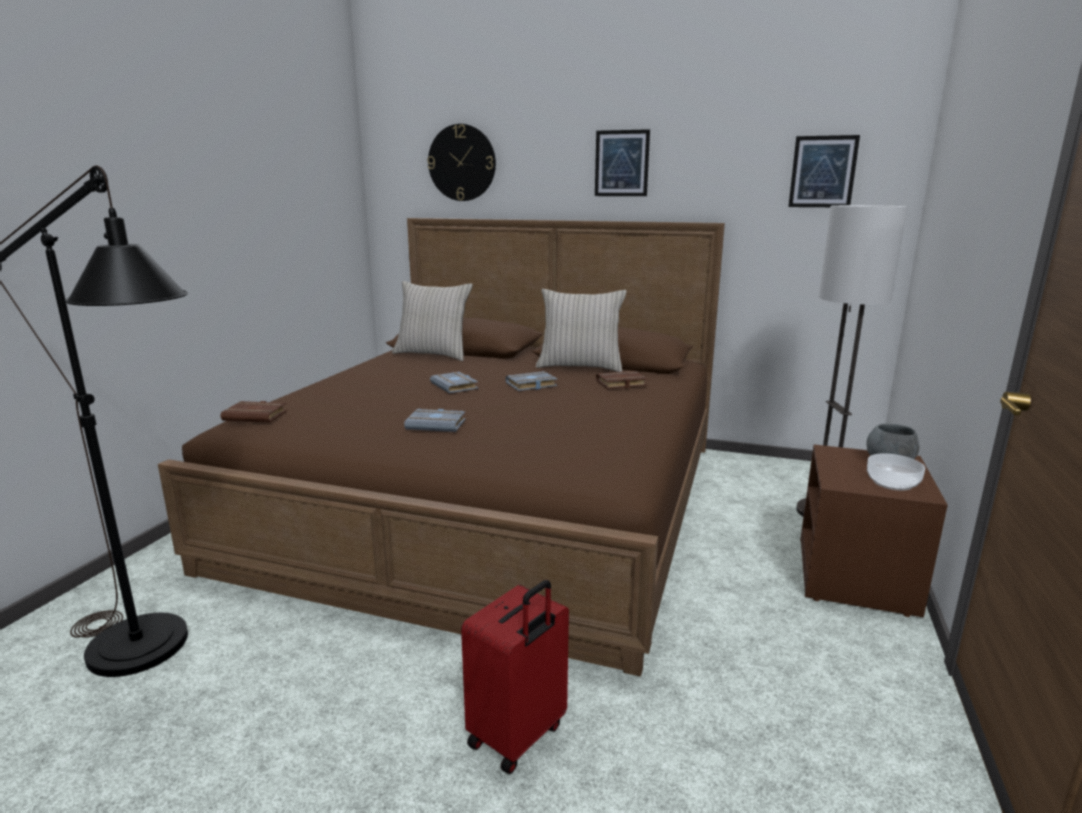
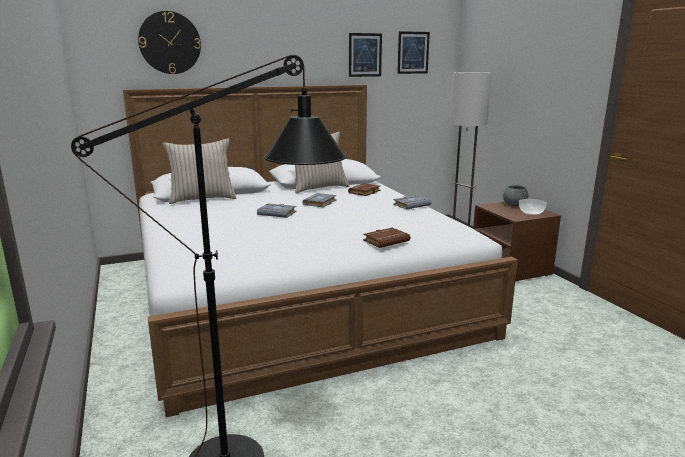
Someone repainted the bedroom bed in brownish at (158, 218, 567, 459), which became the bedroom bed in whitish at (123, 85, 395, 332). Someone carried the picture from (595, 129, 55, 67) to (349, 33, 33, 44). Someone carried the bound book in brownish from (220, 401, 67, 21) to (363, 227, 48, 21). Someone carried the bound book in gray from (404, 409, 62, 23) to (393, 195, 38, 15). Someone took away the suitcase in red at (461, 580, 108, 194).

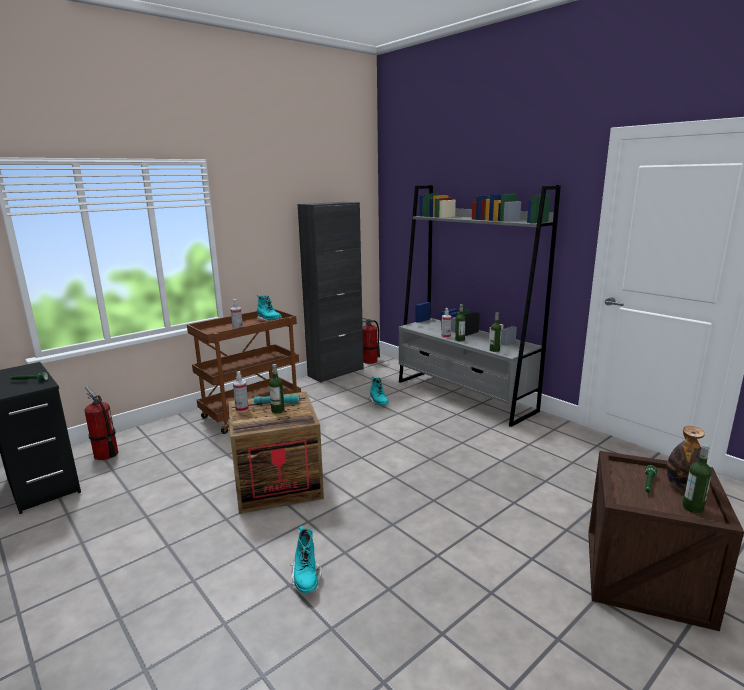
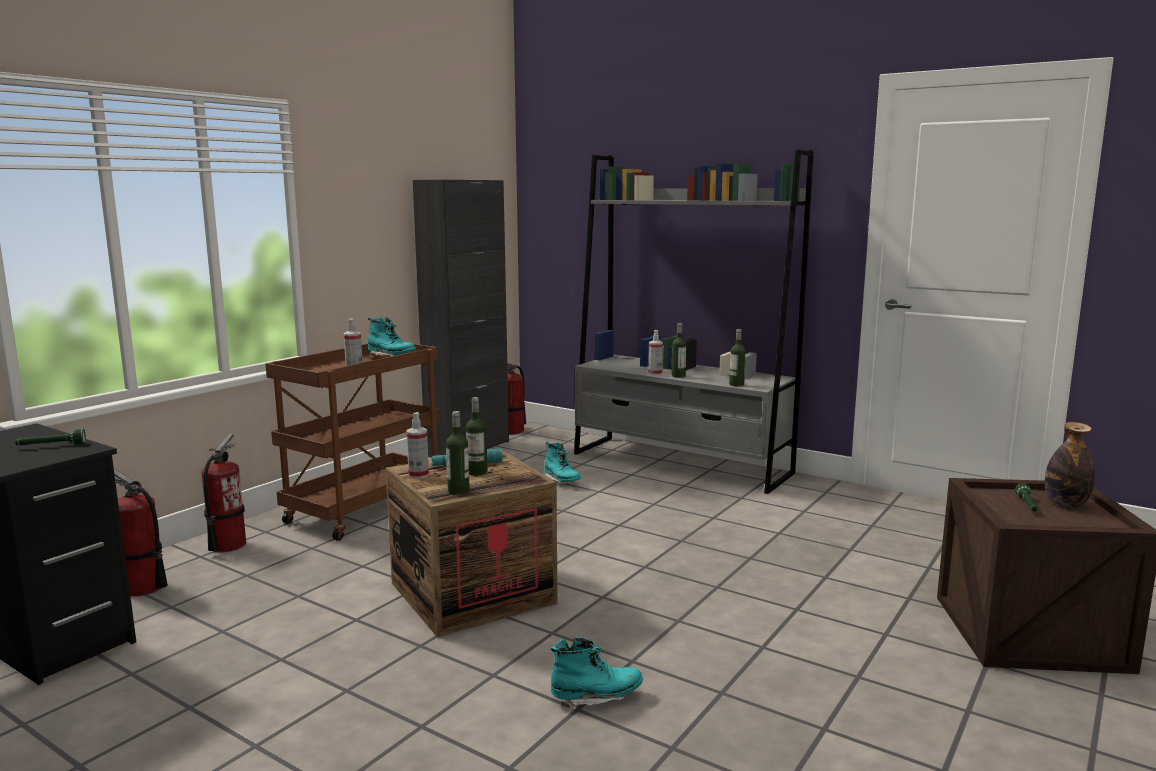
Someone put down the extinguisher at (201, 433, 45, 119). Someone carried the beverage bottle from (682, 444, 30, 69) to (446, 411, 24, 84). Someone rotated the high-top boot in blue-green at (290, 526, 32, 67) by 75 degrees counterclockwise.

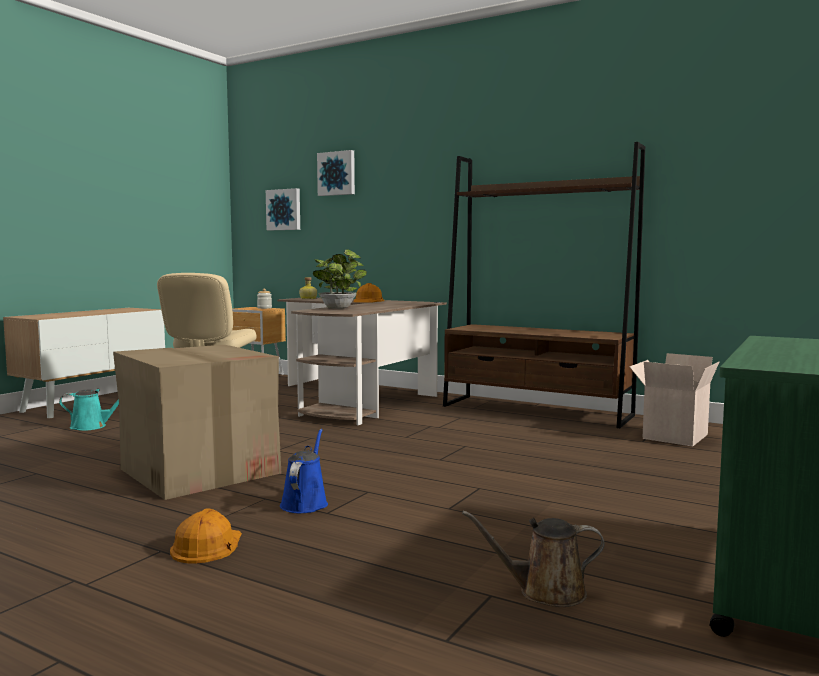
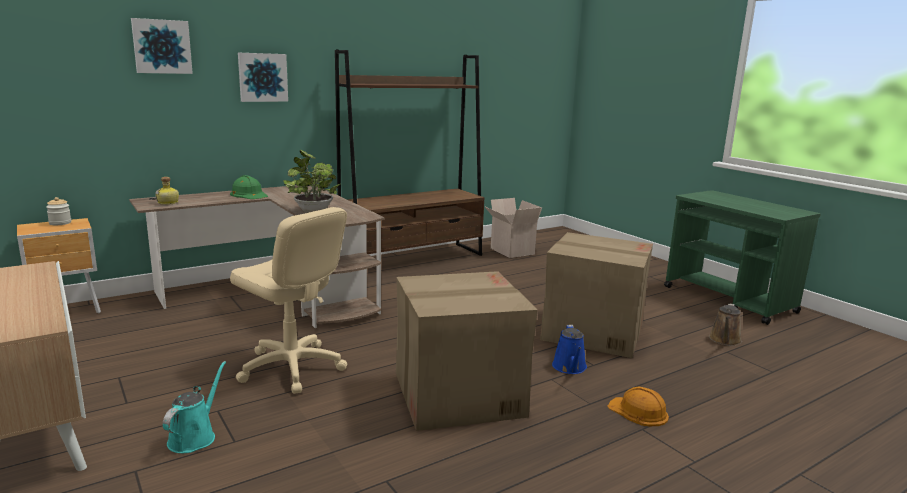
Someone repainted the safety helmet in orange-coloured at (353, 283, 31, 20), which became the safety helmet in green-coloured at (230, 175, 38, 24). Someone carried the picture from (266, 188, 34, 42) to (238, 53, 50, 49). Someone put down the cardboard box at (540, 232, 113, 126). Someone rotated the watering can in bluish at (280, 429, 48, 84) by 120 degrees counterclockwise.

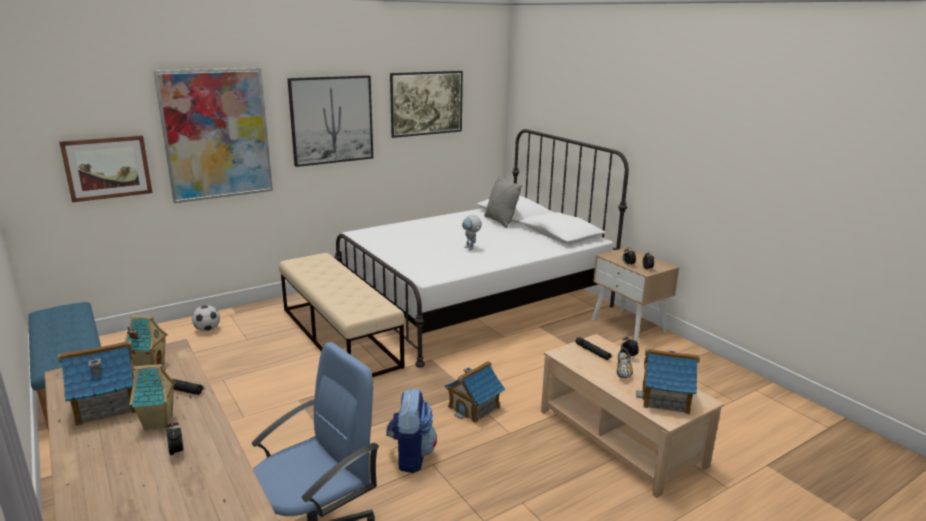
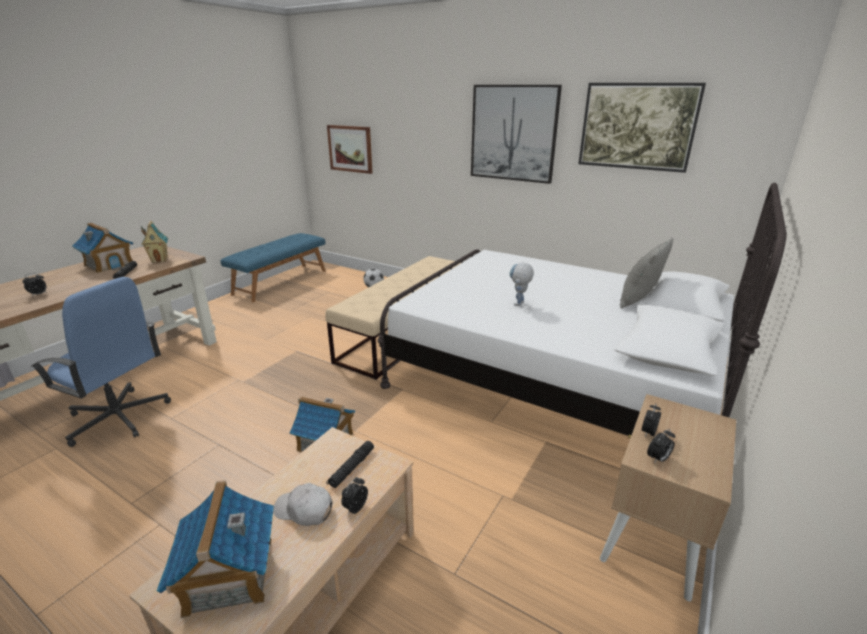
Someone swapped the shoe at (617, 348, 16, 30) for the cap in whitish at (273, 483, 59, 43). Someone took away the model house at (130, 362, 46, 68). Someone took away the picture at (153, 68, 120, 135). Someone took away the rucksack at (386, 389, 51, 84).

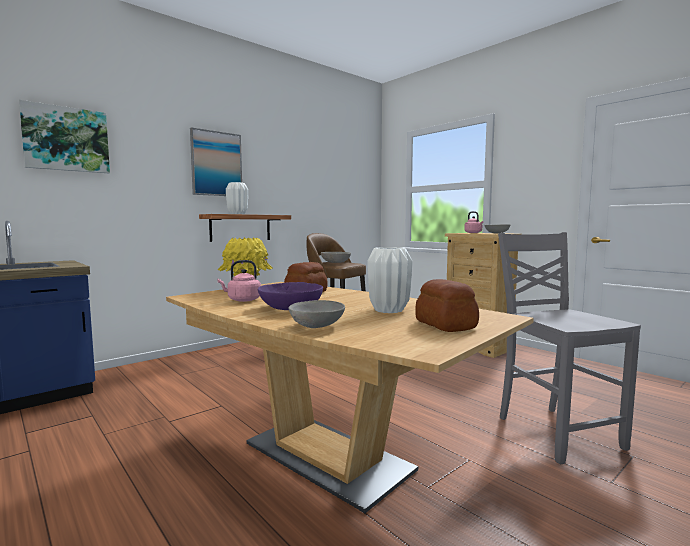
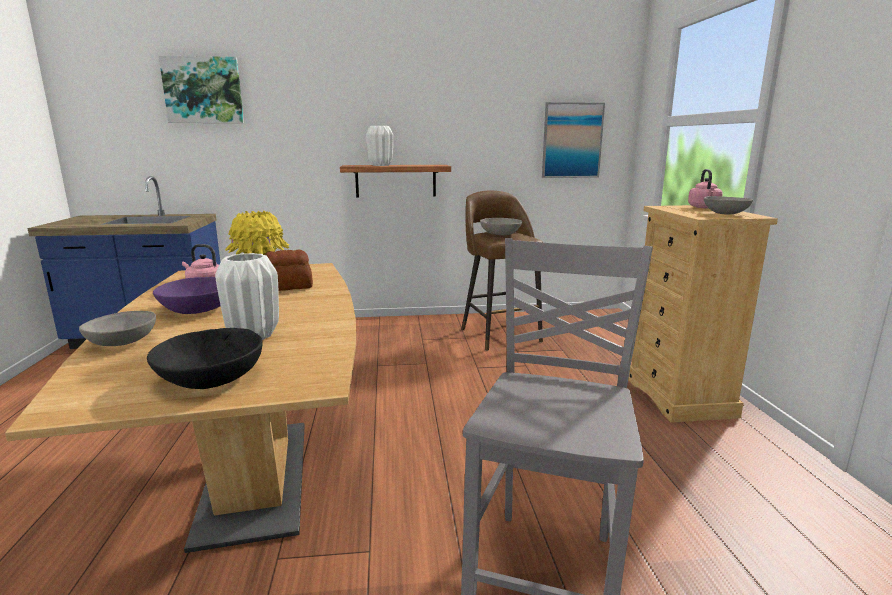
Someone swapped the baked bread at (415, 279, 64, 53) for the deep dish in blackish at (147, 328, 116, 61). Someone carried the picture from (190, 127, 52, 69) to (542, 102, 63, 76).

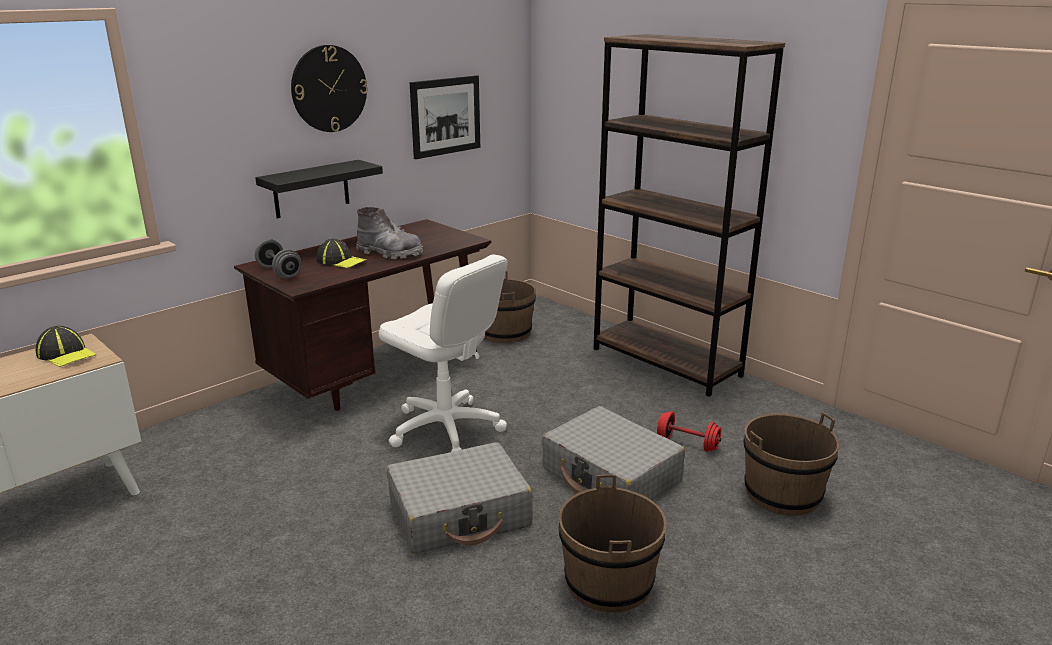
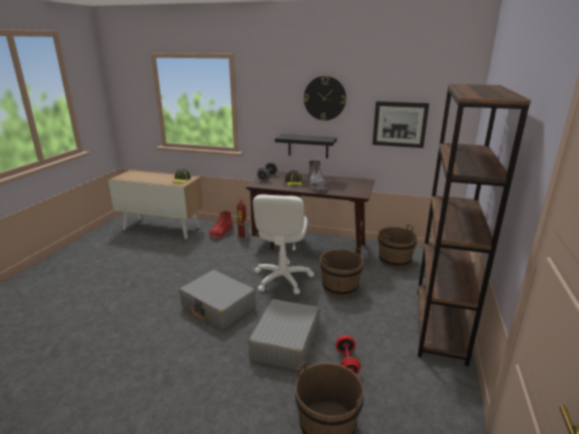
Someone put down the high-top boot in red at (209, 211, 24, 28). Someone put down the extinguisher at (237, 198, 12, 42). Someone carried the bucket in brownish from (559, 474, 108, 139) to (320, 247, 43, 50).

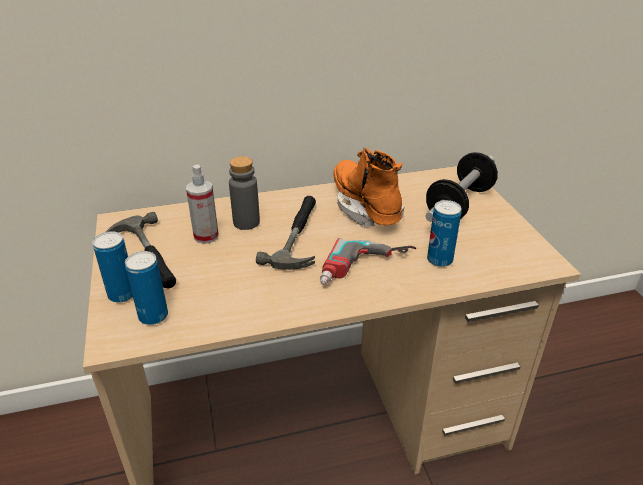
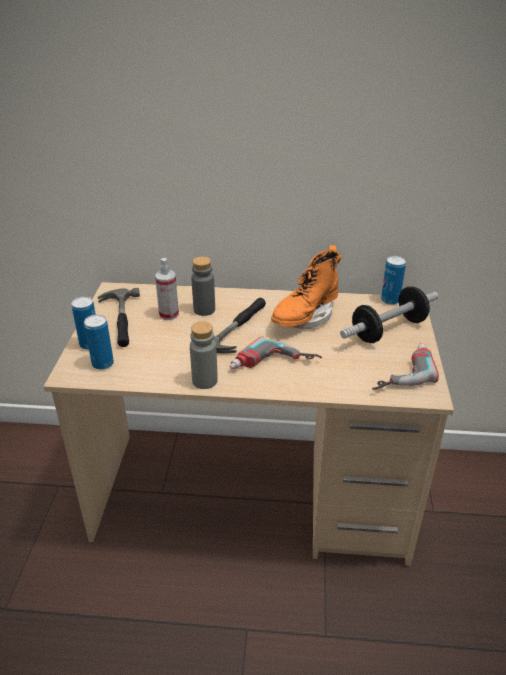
Someone put down the beverage bottle in gray at (190, 321, 28, 68). Someone rotated the high-top boot in orange-coloured at (333, 147, 71, 80) by 135 degrees counterclockwise. Someone put down the drill at (372, 343, 67, 47). Someone carried the can from (427, 200, 35, 67) to (381, 256, 25, 49).

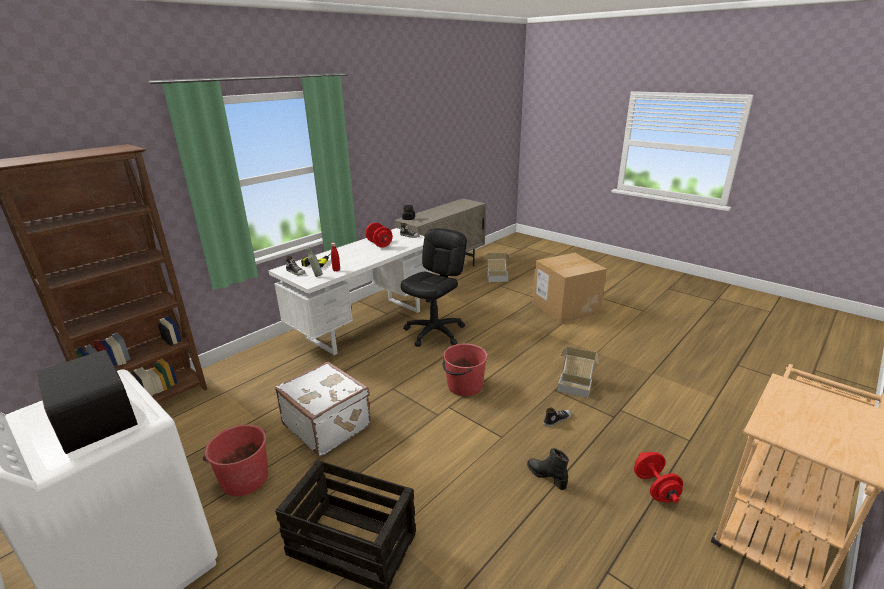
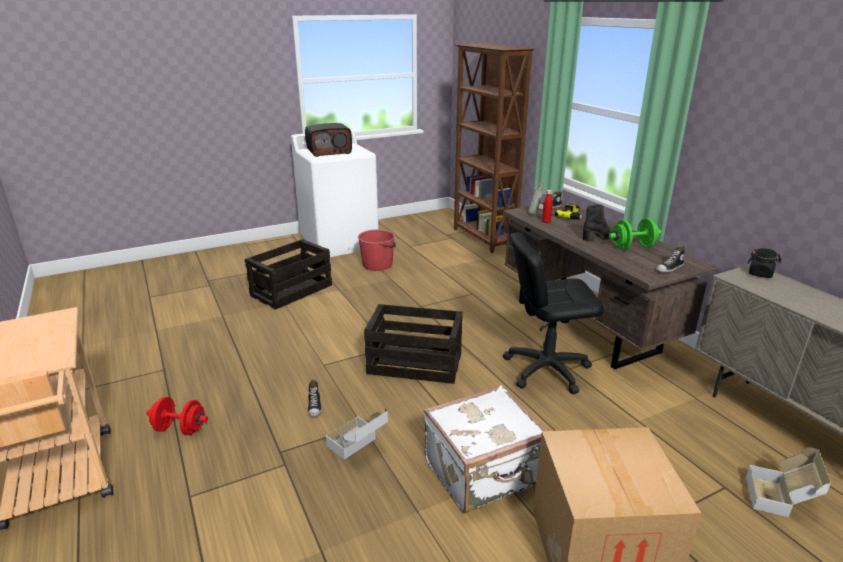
Someone swapped the bucket in red at (442, 343, 46, 53) for the packing crate at (364, 304, 99, 80). Someone carried the suitcase in whitish from (275, 361, 96, 95) to (424, 385, 123, 128). Someone repainted the desk in whitish at (268, 228, 166, 127), which became the desk in brownish at (503, 200, 214, 169). Someone rotated the desk chair in blackish at (401, 228, 66, 119) by 120 degrees clockwise. Someone carried the high-top boot in blackish from (527, 448, 42, 42) to (583, 205, 31, 36). Someone repainted the hand weight in red at (365, 222, 28, 26), which became the hand weight in green-coloured at (609, 218, 52, 32).

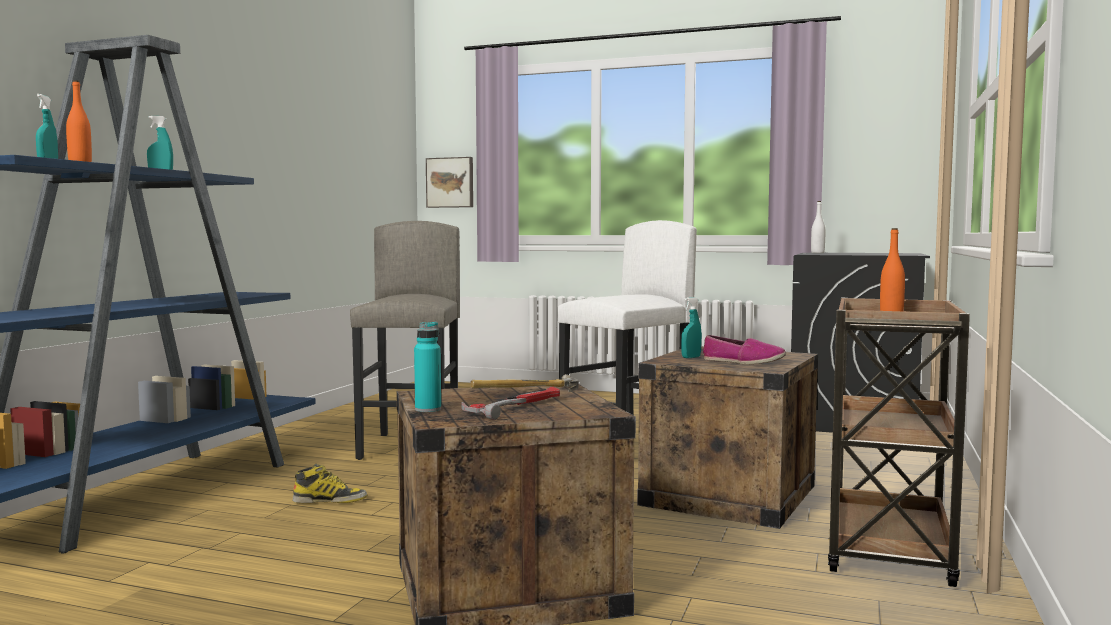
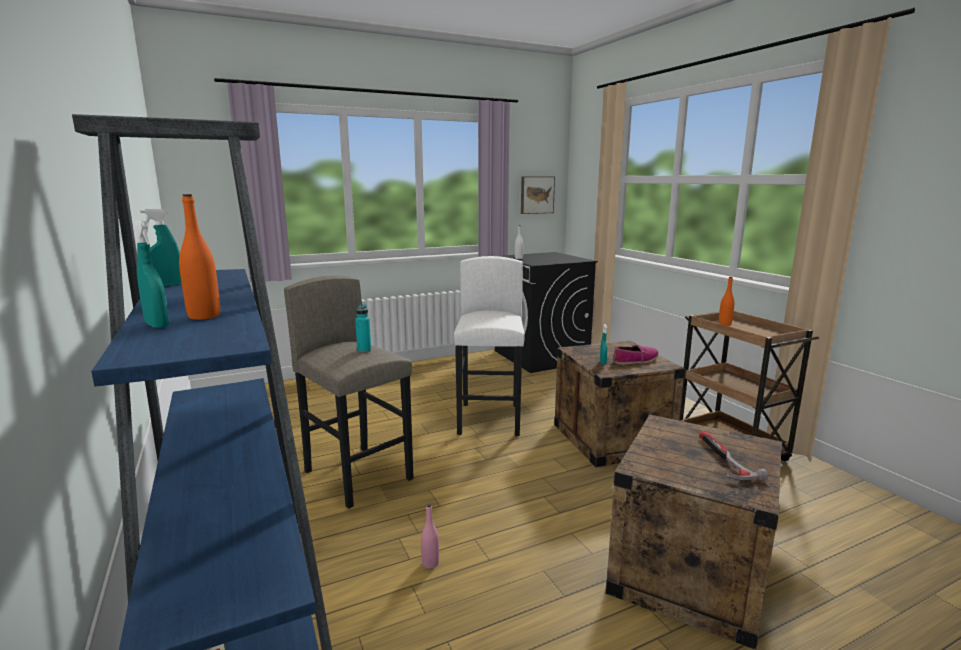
Someone carried the beverage bottle in blue-green from (414, 322, 27, 90) to (355, 304, 16, 49). Someone swapped the high-top boot at (293, 464, 74, 39) for the beverage bottle in pink-coloured at (421, 504, 18, 65). Someone carried the picture from (426, 157, 47, 51) to (521, 176, 34, 38). Someone took away the tool hammer at (470, 374, 109, 18).

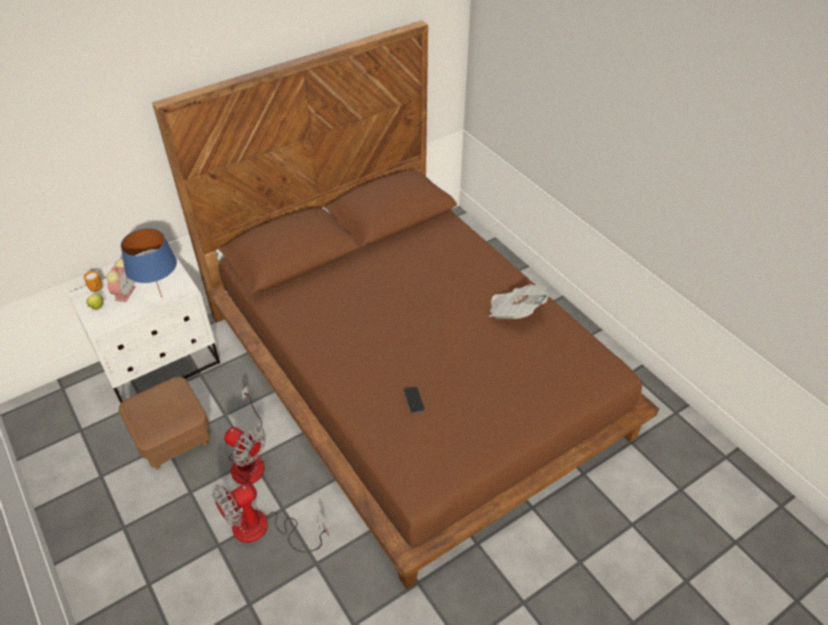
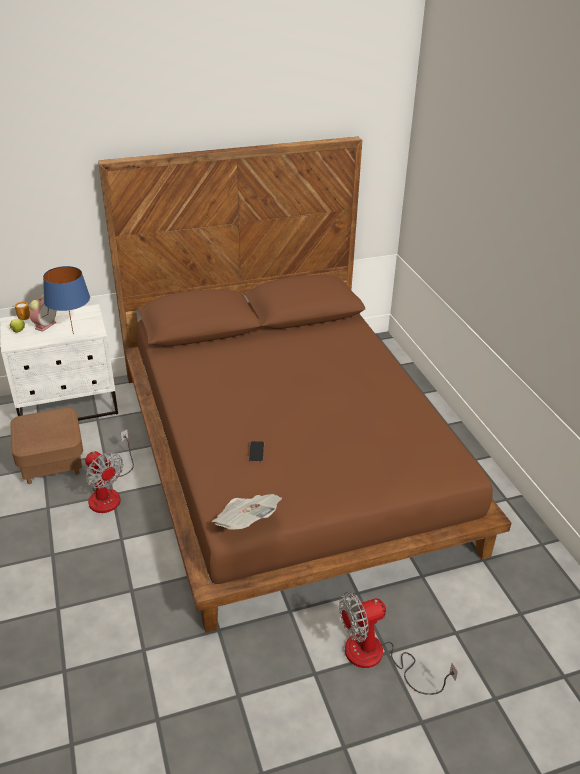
Someone carried the daily paper from (489, 284, 59, 35) to (211, 494, 71, 36). Someone carried the fan from (212, 483, 117, 70) to (339, 592, 119, 103).

